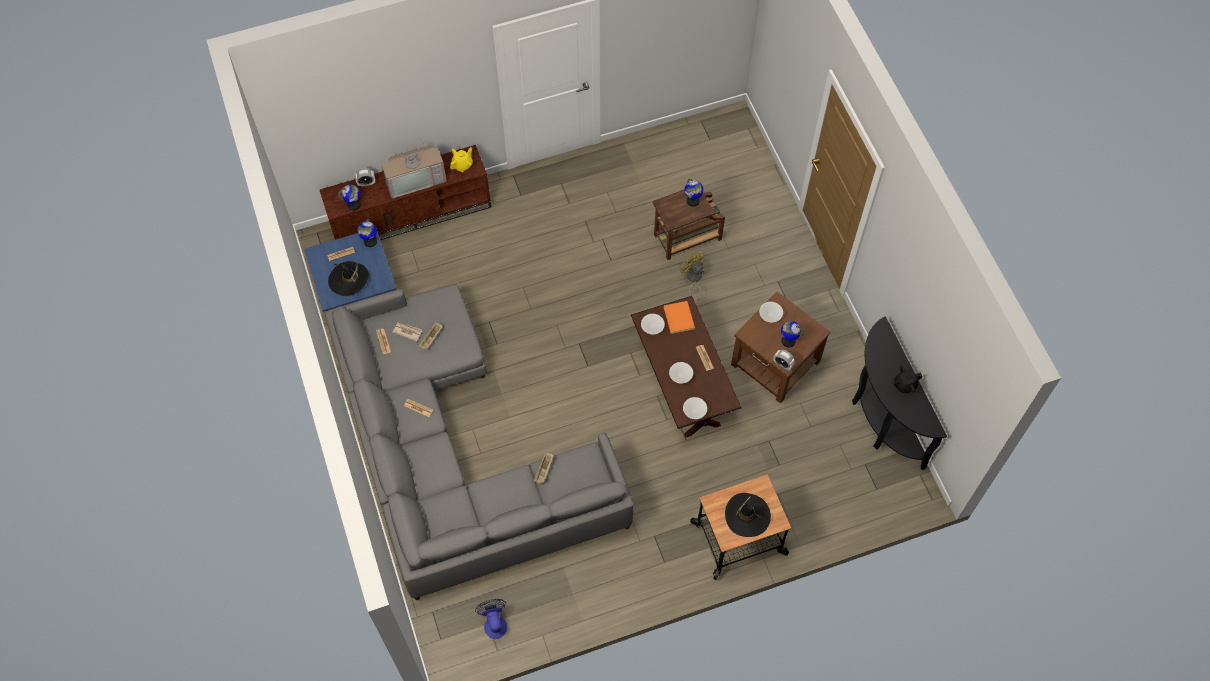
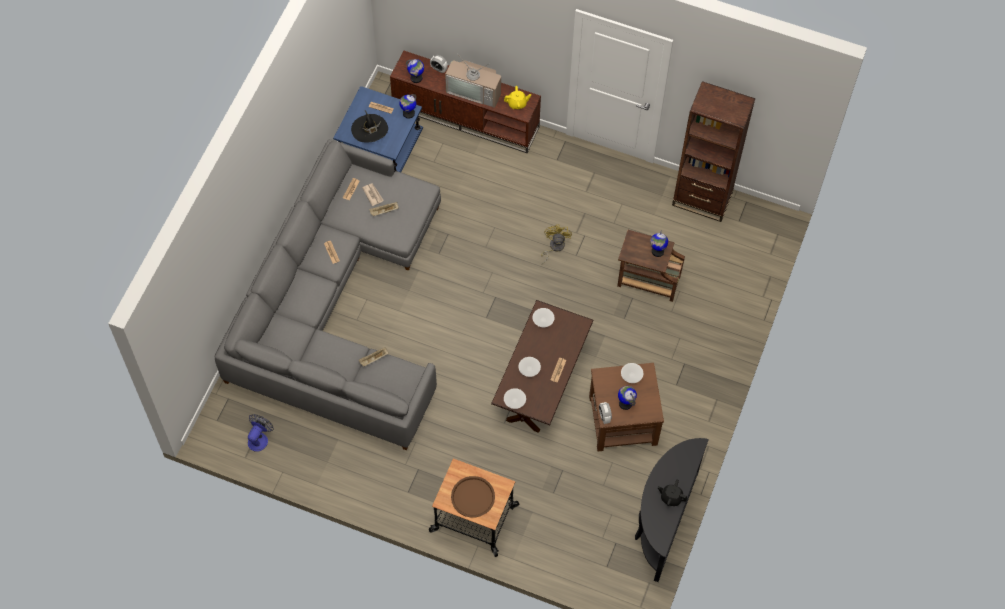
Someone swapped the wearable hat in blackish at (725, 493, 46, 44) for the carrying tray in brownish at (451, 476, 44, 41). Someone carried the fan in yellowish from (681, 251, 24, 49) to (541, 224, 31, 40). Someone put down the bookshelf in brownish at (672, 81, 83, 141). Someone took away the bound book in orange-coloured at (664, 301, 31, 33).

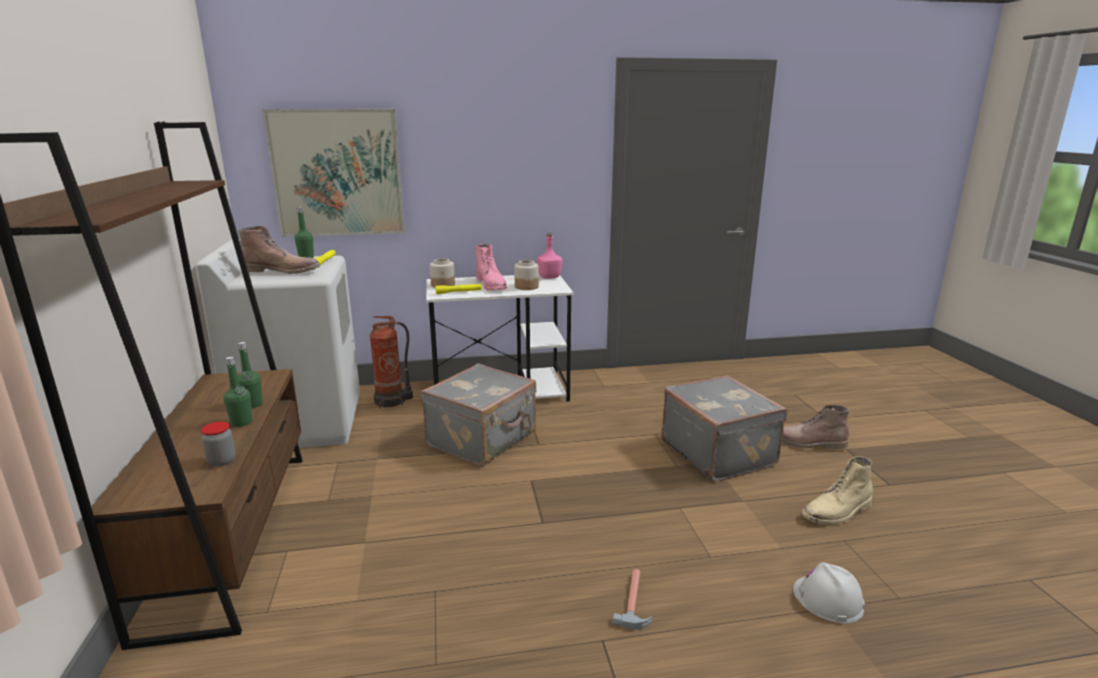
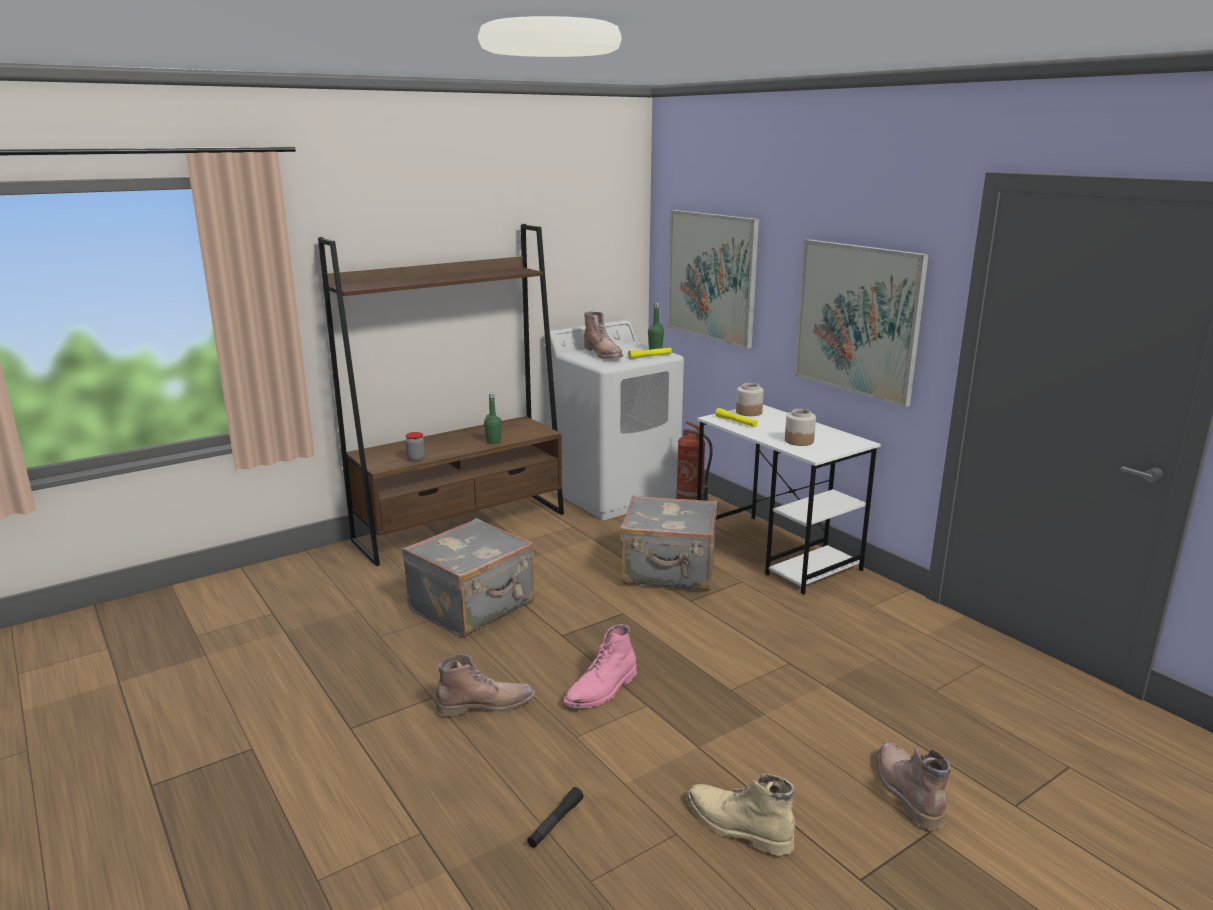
Someone carried the suitcase in gray from (661, 375, 127, 107) to (402, 518, 133, 119). Someone swapped the tool hammer at (613, 569, 39, 61) for the high-top boot in brownish at (436, 654, 99, 62). Someone swapped the safety helmet in whitish at (793, 562, 72, 61) for the flashlight in blackish at (527, 787, 57, 61). Someone carried the high-top boot in pink-coloured from (475, 244, 32, 47) to (563, 624, 74, 84). Someone put up the picture at (794, 239, 135, 168). Someone took away the beverage bottle in green-coloured at (223, 357, 29, 70). Someone took away the beverage bottle in pink-coloured at (537, 233, 25, 46).

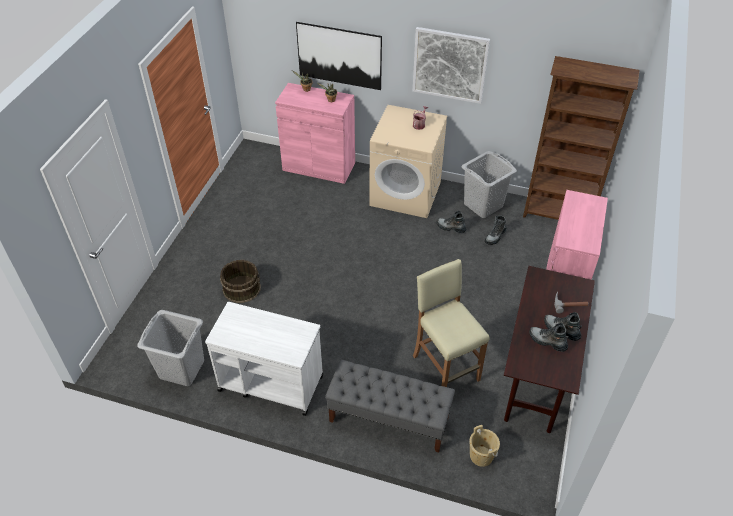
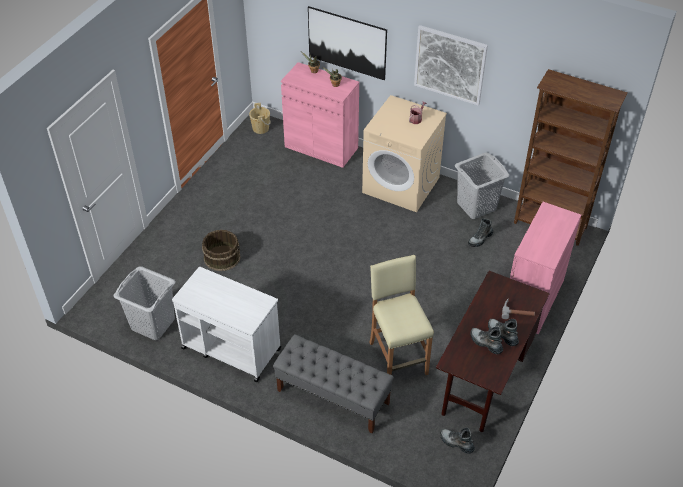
Someone carried the bucket in beige from (470, 425, 30, 42) to (249, 103, 22, 31). Someone carried the high-top boot from (437, 211, 30, 22) to (440, 428, 35, 26).

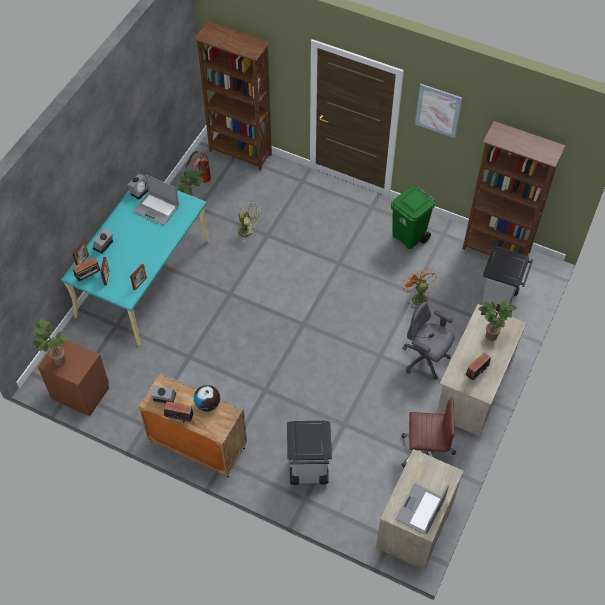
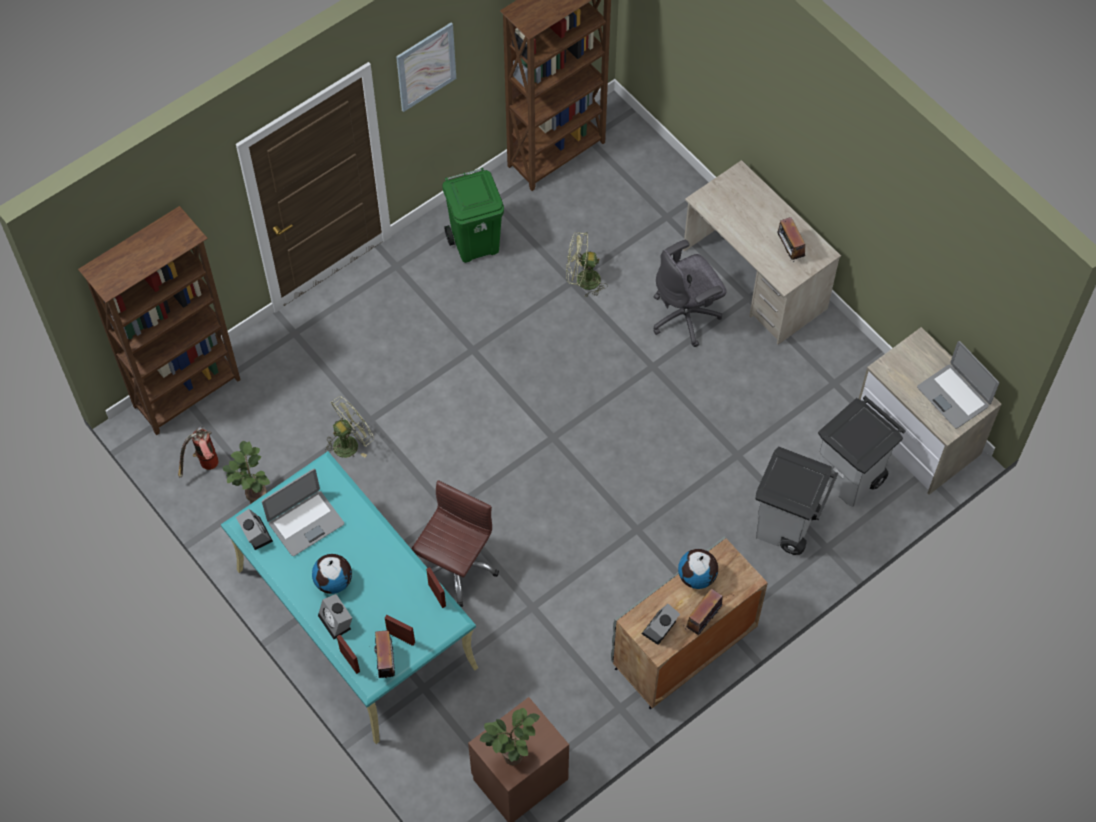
Someone put down the globe at (312, 554, 40, 40). Someone carried the desk chair in brownish from (401, 398, 55, 69) to (411, 480, 88, 127). Someone repainted the fan in orange-coloured at (402, 268, 35, 41), which became the fan in green-coloured at (566, 232, 42, 64). Someone carried the rubbish bin in gray from (481, 246, 52, 67) to (818, 396, 88, 111). Someone took away the potted plant at (478, 300, 39, 41).

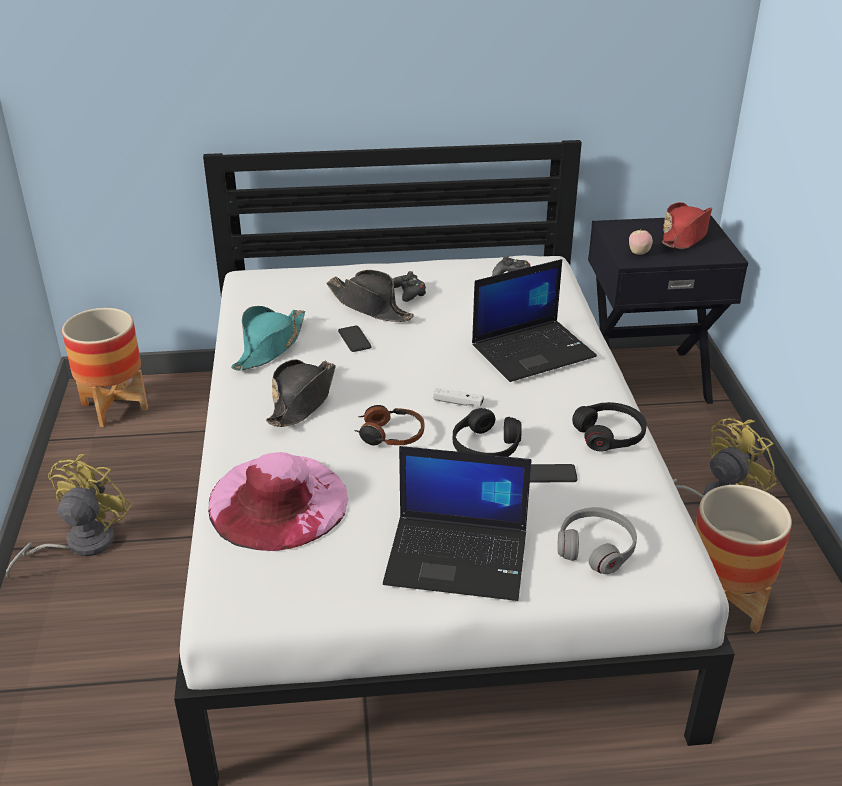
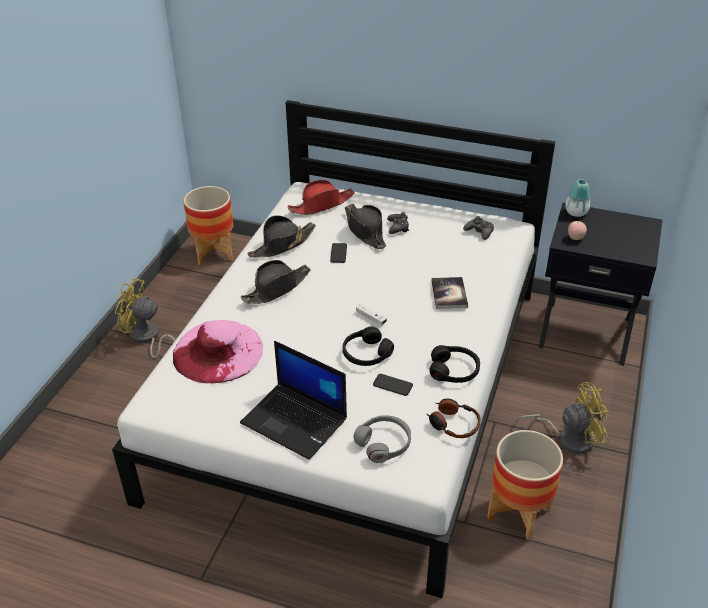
Someone rotated the fan in yellowish at (6, 454, 126, 125) by 120 degrees counterclockwise. Someone repainted the wearable hat in blue-green at (231, 306, 74, 65), which became the wearable hat in blackish at (248, 215, 68, 42). Someone carried the wearable hat in red from (662, 202, 50, 47) to (288, 180, 67, 35). Someone carried the headset from (354, 405, 70, 41) to (427, 399, 54, 39). Someone swapped the laptop at (472, 259, 125, 123) for the bound book at (431, 277, 37, 32). Someone put down the flower vase at (565, 179, 25, 38).

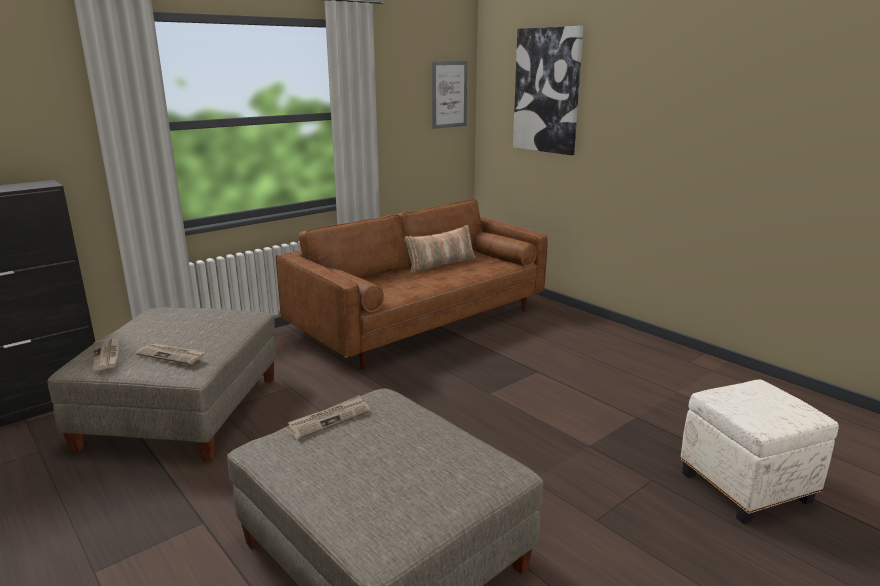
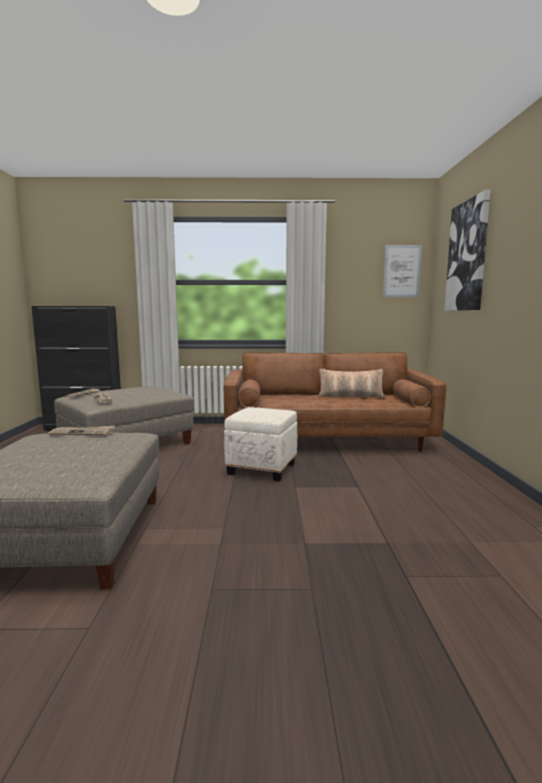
Someone carried the footrest in whitish from (680, 380, 159, 144) to (224, 407, 73, 74).

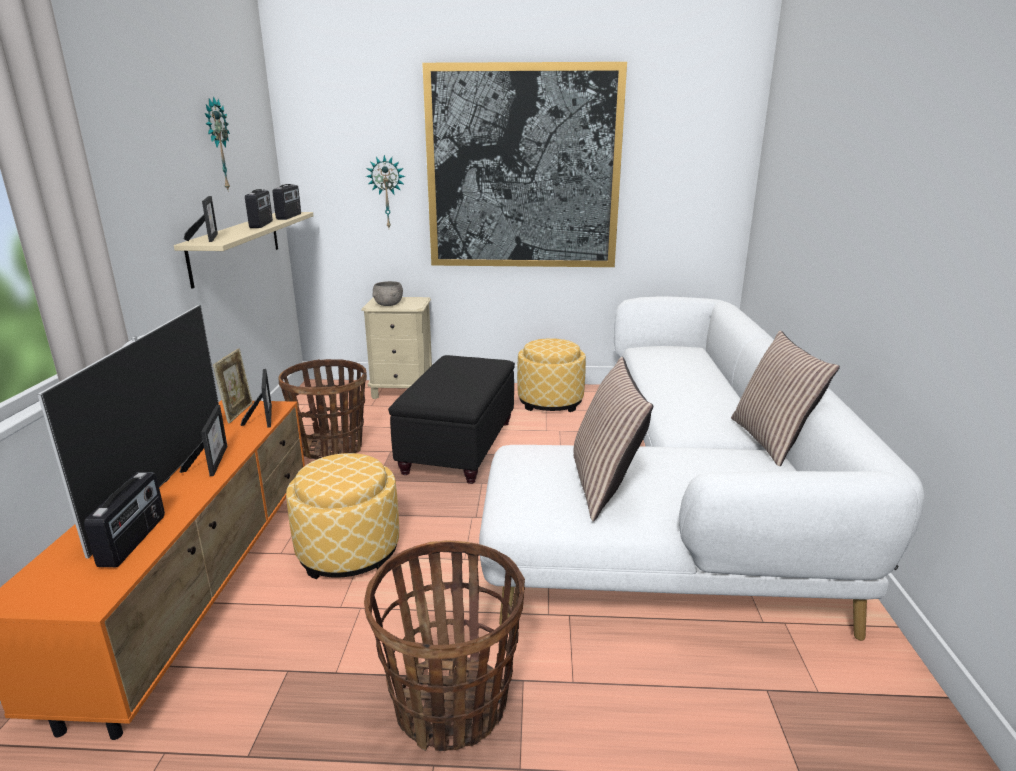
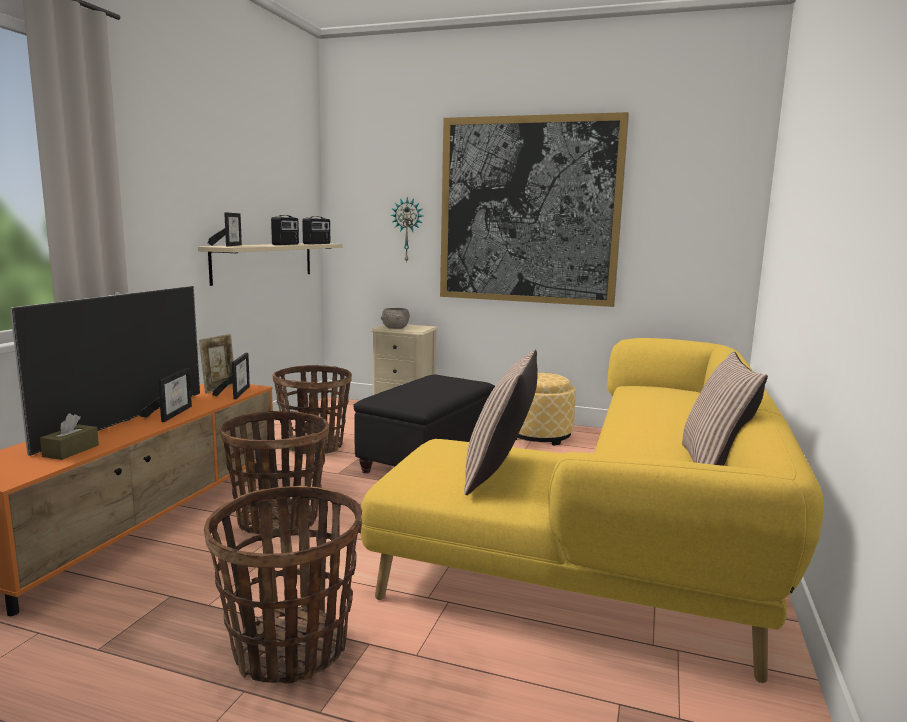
Someone swapped the radio receiver at (84, 472, 81, 95) for the box of tissues in brownish at (40, 414, 59, 46). Someone swapped the footrest at (286, 453, 113, 126) for the storage basket at (220, 411, 109, 124). Someone repainted the couch in whitish at (479, 297, 445, 344), which became the couch in yellowish at (361, 338, 462, 345). Someone took away the clock on the wall at (205, 96, 25, 96).

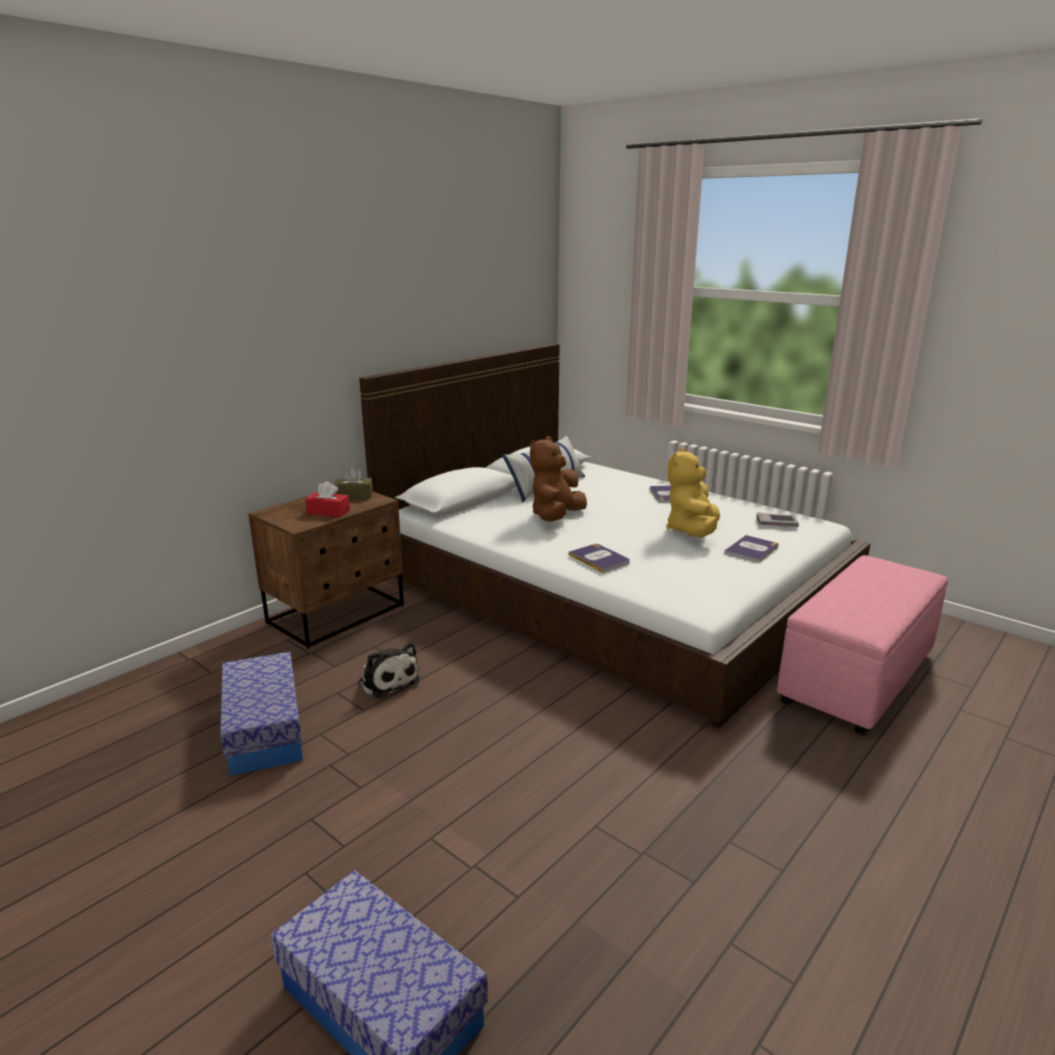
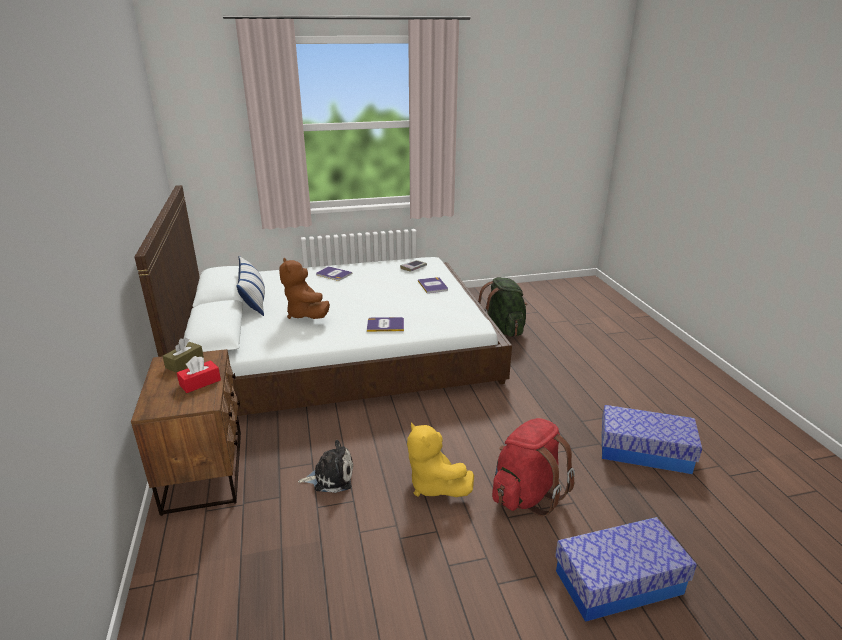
Someone carried the cuddly toy in yellowish from (666, 448, 54, 89) to (407, 422, 67, 75). Someone swapped the footrest in pink-coloured at (777, 555, 171, 180) for the rucksack in green-coloured at (478, 277, 49, 60). Someone put down the rucksack in red at (492, 418, 83, 98). Someone carried the storage container from (220, 652, 83, 124) to (602, 405, 100, 69).

